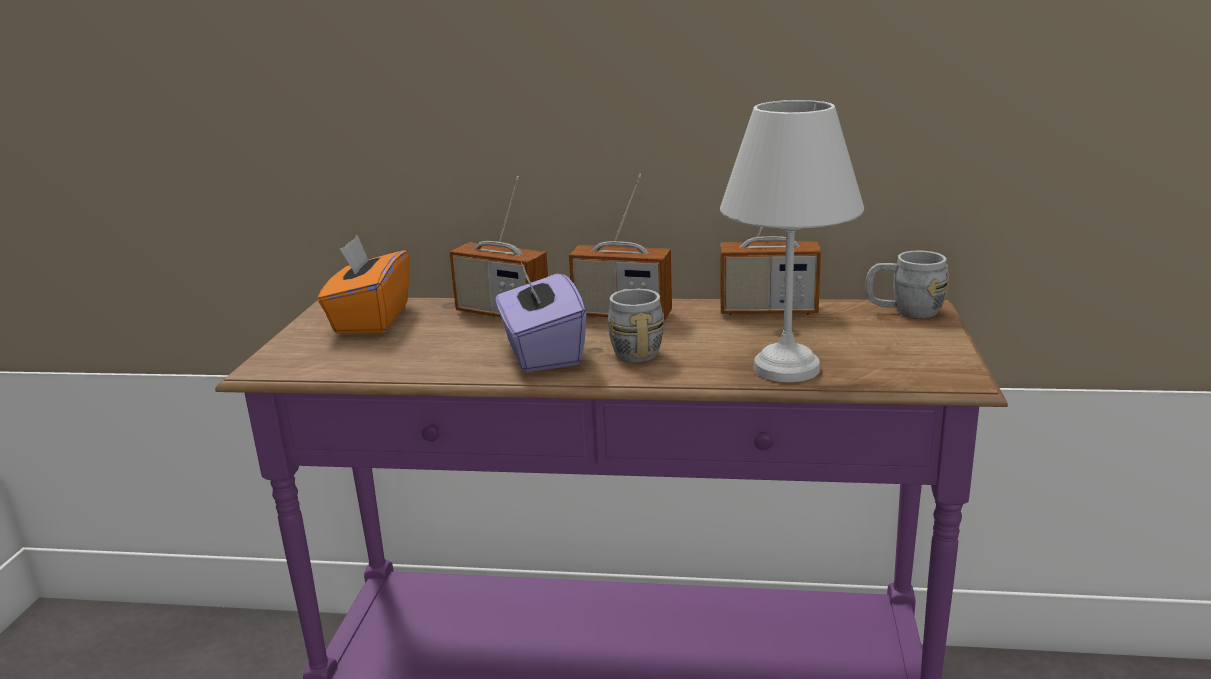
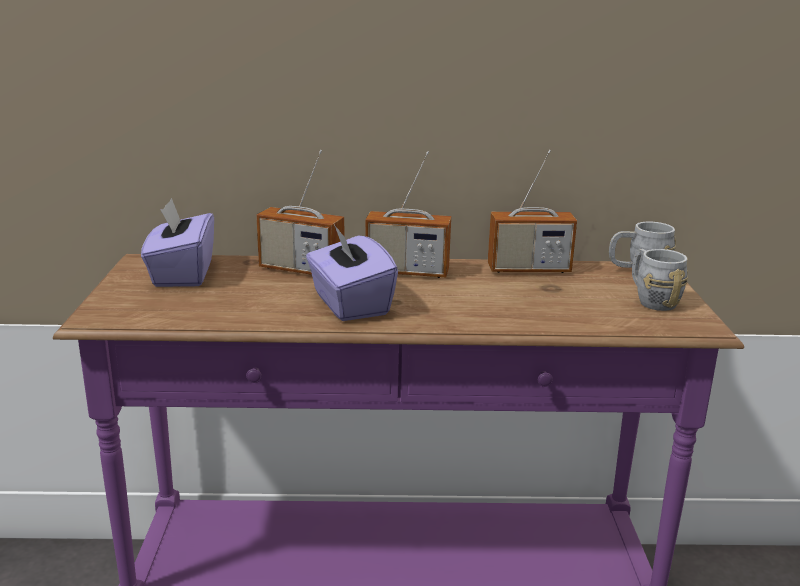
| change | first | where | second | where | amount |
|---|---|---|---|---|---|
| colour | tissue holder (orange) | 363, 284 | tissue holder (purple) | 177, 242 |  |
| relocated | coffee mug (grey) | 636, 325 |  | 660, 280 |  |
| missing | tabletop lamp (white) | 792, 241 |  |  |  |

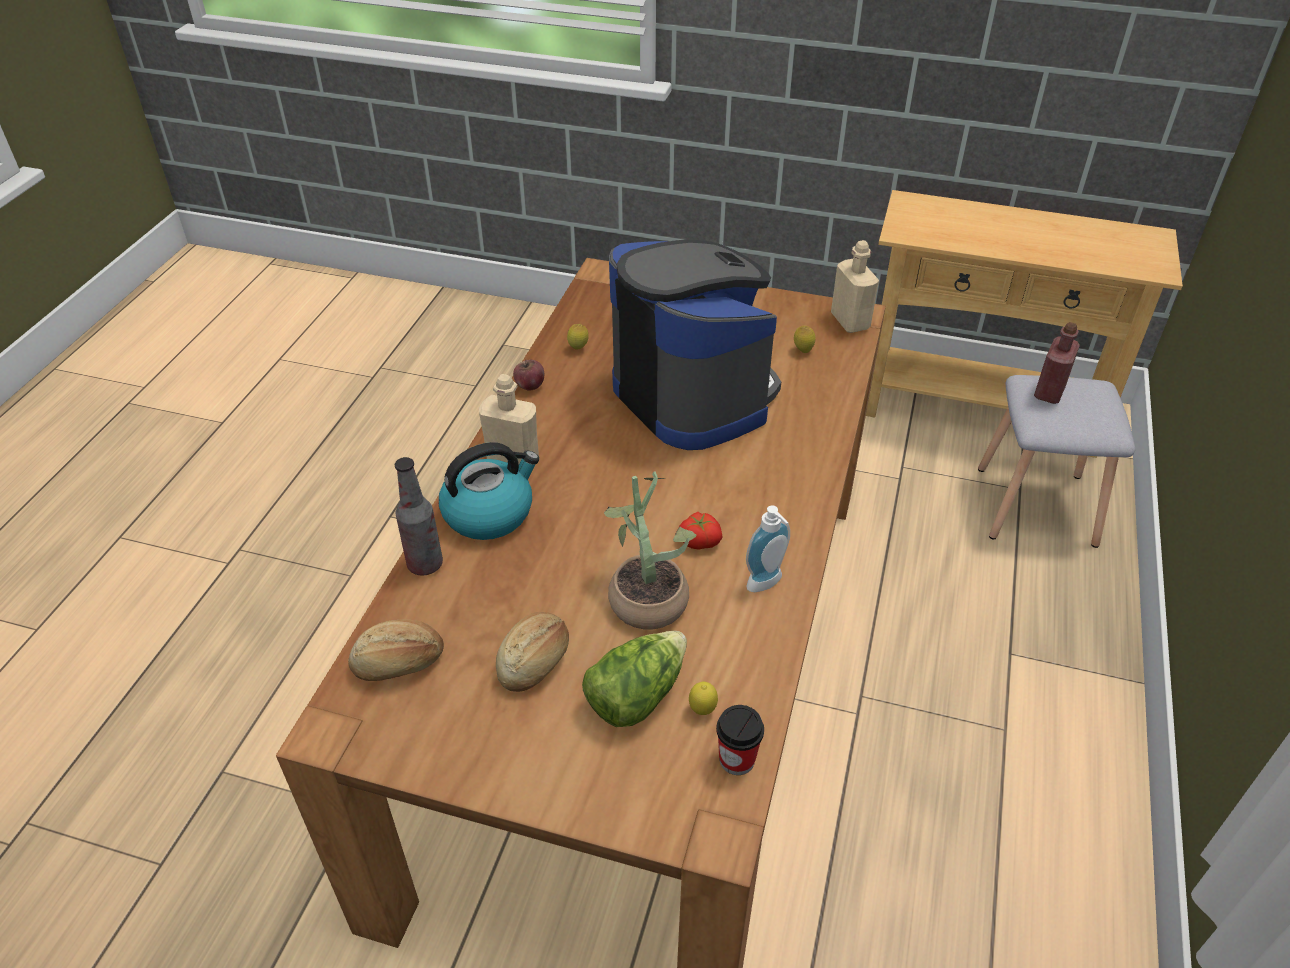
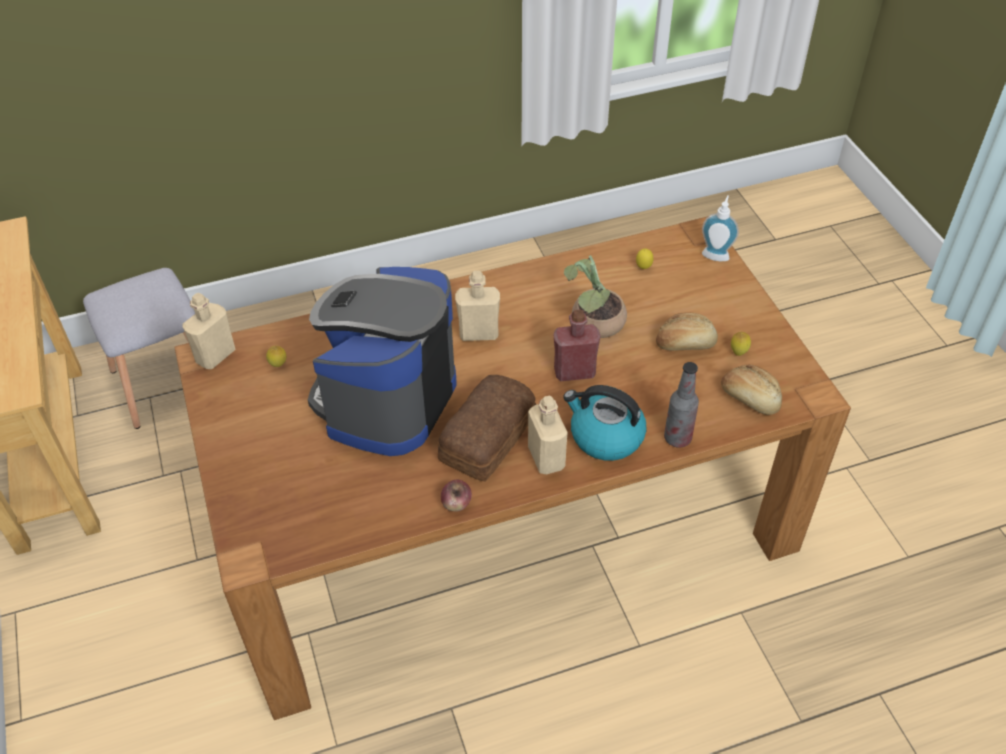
| change | first | where | second | where | amount |
|---|---|---|---|---|---|
| relocated | lemon | 578, 337 |  | 741, 344 |  |
| missing | lettuce | 634, 679 |  |  |  |
| missing | tomato | 701, 531 |  |  |  |
| missing | cup | 740, 740 |  |  |  |
| relocated | soap bottle | 768, 548 |  | 720, 228 |  |
| relocated | bottle (reddish) | 1057, 363 |  | 576, 345 |  |
| appeared |  |  | baked bread | 487, 428 |  |
| appeared |  |  | bottle (beige-coloured) | 477, 306 |  |

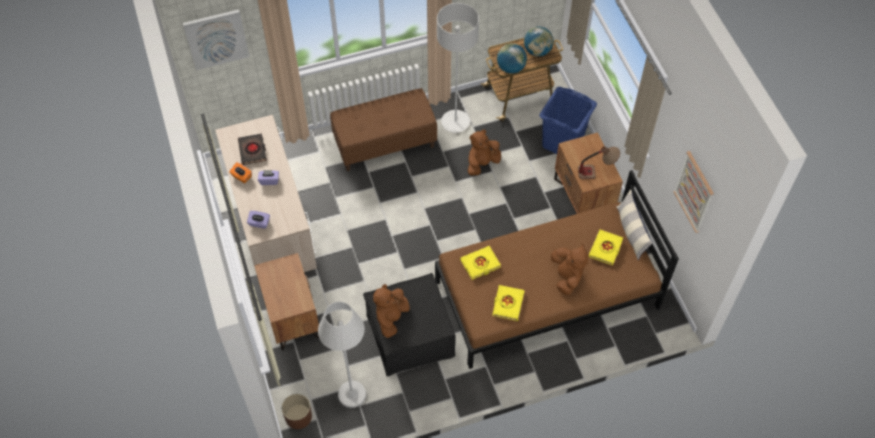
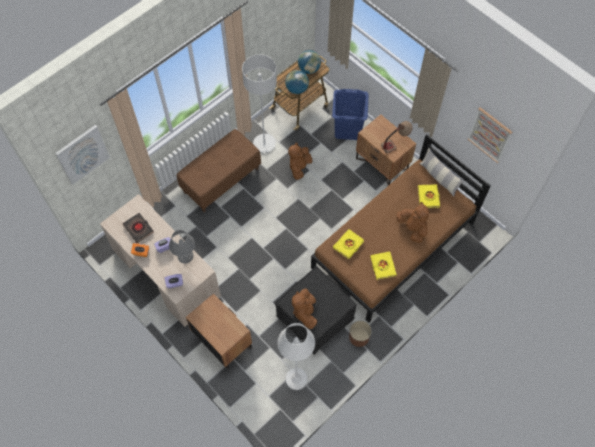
| change | first | where | second | where | amount |
|---|---|---|---|---|---|
| relocated | planter (brown-coloured) | 297, 411 |  | 360, 334 |  |
| appeared |  |  | tabletop lamp (grey) | 182, 246 |  |

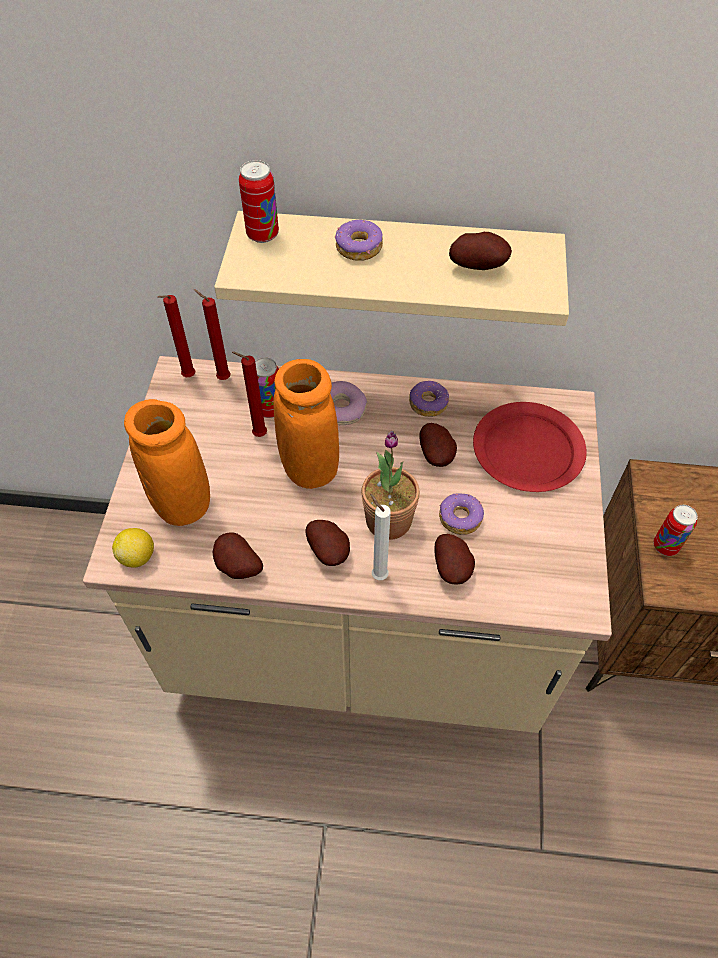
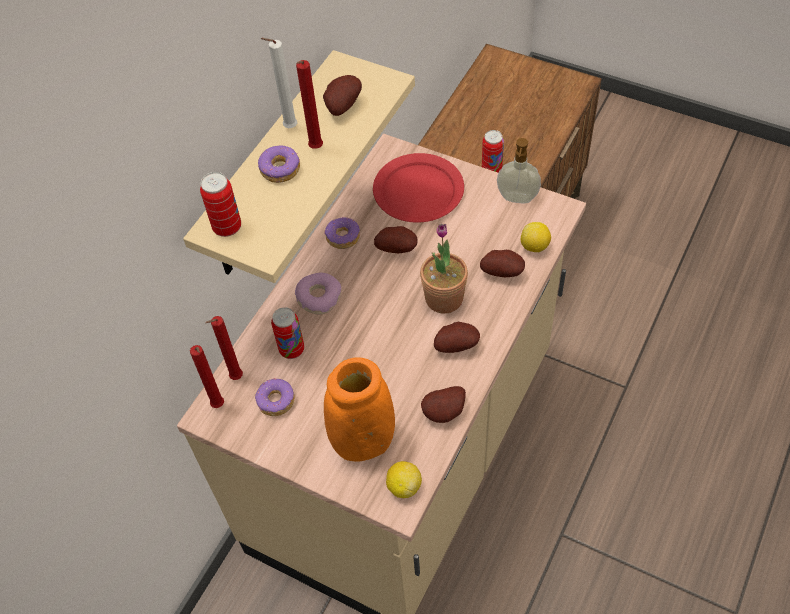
| change | first | where | second | where | amount |
|---|---|---|---|---|---|
| relocated | wax light (reddish) | 249, 394 |  | 309, 104 |  |
| missing | decorative vase (orange) | 306, 424 |  |  |  |
| relocated | wax light (white) | 380, 537 |  | 279, 83 |  |
| relocated | doughnut | 461, 514 |  | 274, 397 |  |
| appeared |  |  | soap bottle | 519, 170 |  |
| appeared |  |  | lemon | 536, 237 |  |

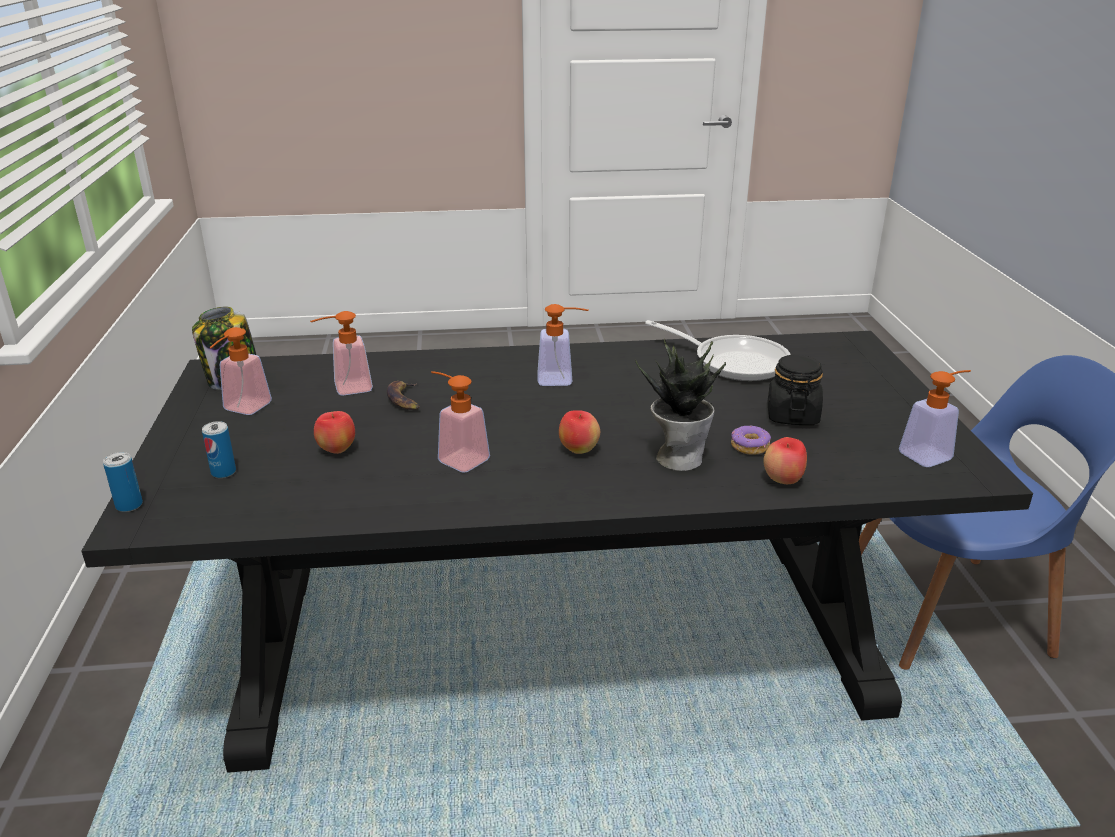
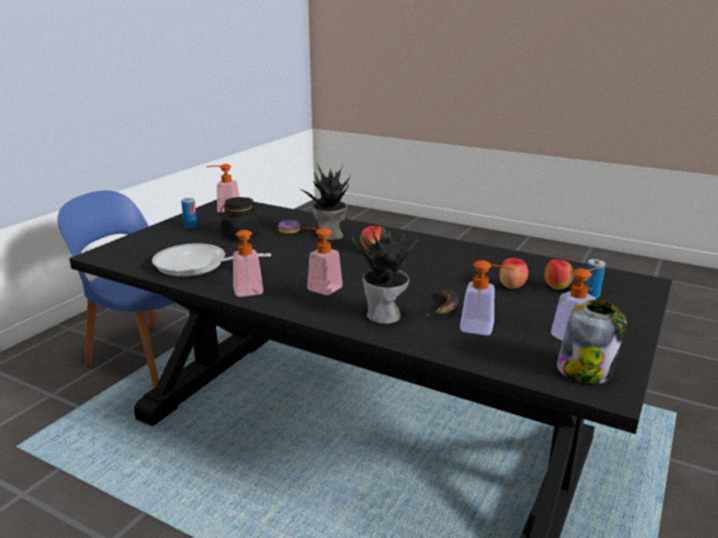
| change | first | where | second | where | amount |
|---|---|---|---|---|---|
| relocated | metal can | 123, 482 |  | 189, 213 |  |
| relocated | soap bottle | 460, 422 |  | 248, 263 |  |
| spun | pan | 718, 350 |  | 211, 260 | 60 degrees counterclockwise |
| relocated | apple fruit | 785, 460 |  | 559, 274 |  |
| appeared |  |  | potted plant | 385, 272 |  |

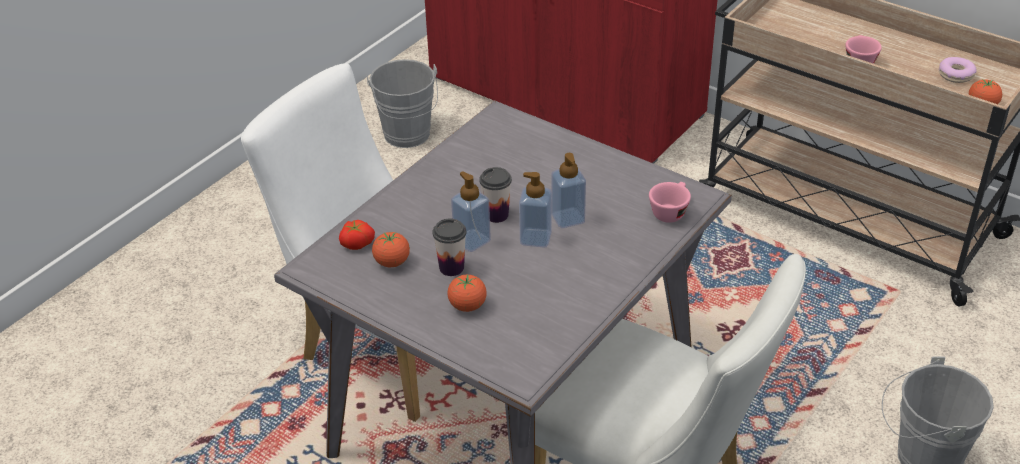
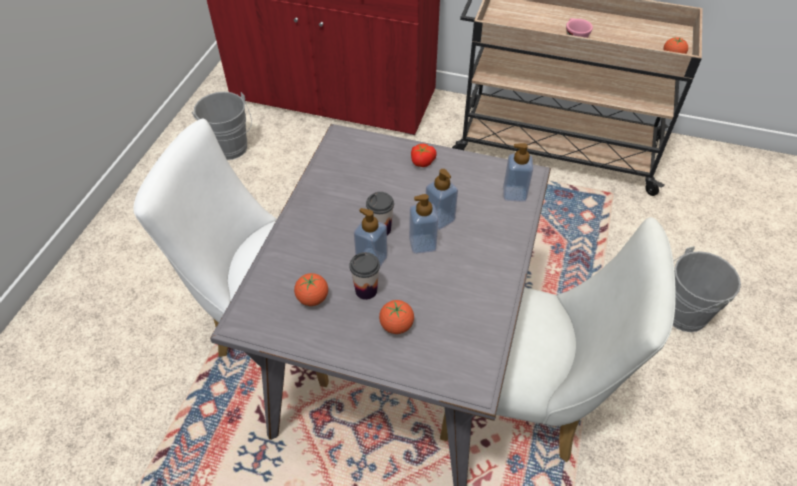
| change | first | where | second | where | amount |
|---|---|---|---|---|---|
| relocated | tomato | 357, 235 |  | 424, 155 |  |
| exchanged | cup (pinkish) | 670, 202 | soap bottle | 518, 172 |  |
| missing | doughnut | 958, 70 |  |  |  |

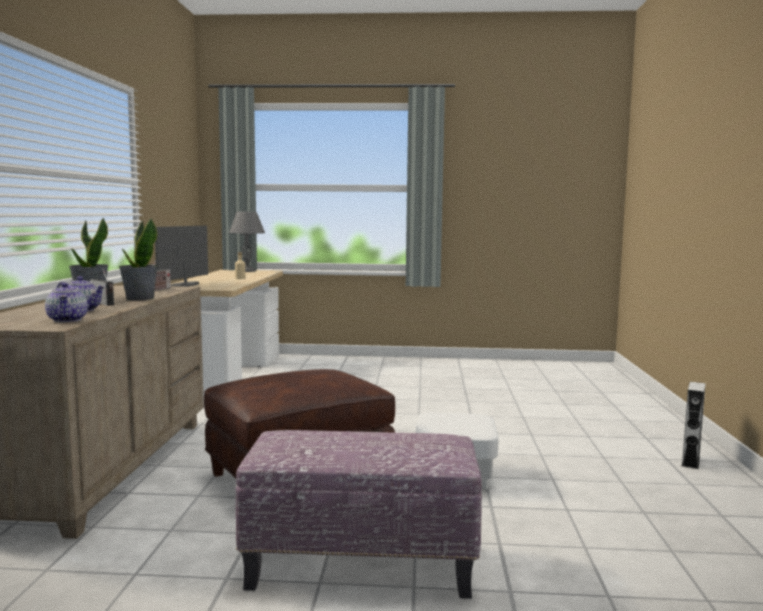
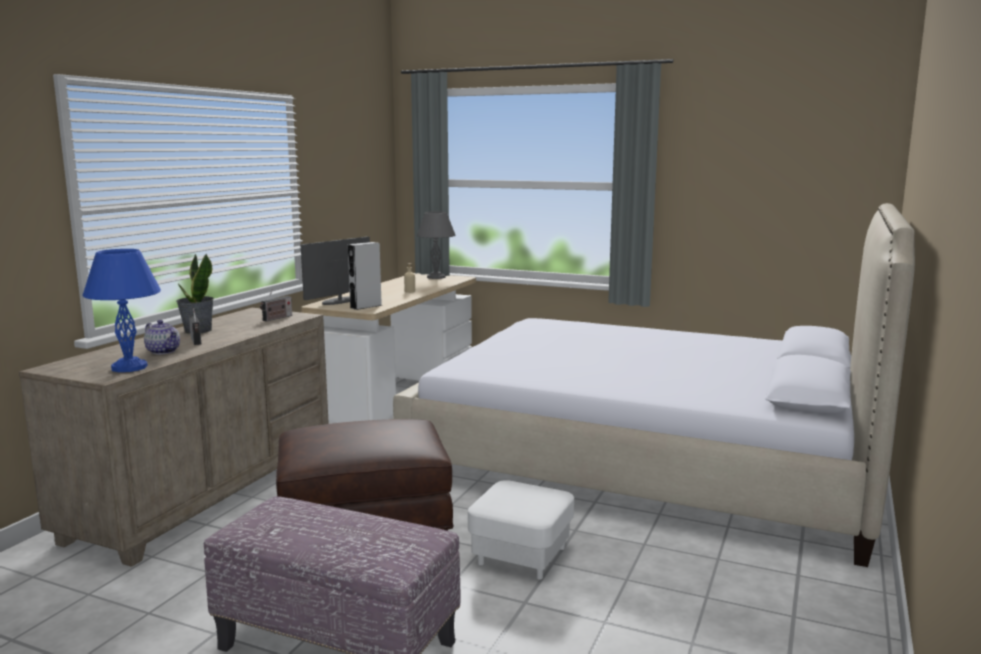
| change | first | where | second | where | amount |
|---|---|---|---|---|---|
| exchanged | teapot | 66, 302 | tabletop lamp (blue-coloured) | 122, 310 |  |
| missing | potted plant | 138, 259 |  |  |  |
| relocated | audio speaker (grey) | 694, 425 |  | 365, 276 |  |
| appeared |  |  | sleeping bed | 654, 385 |  |

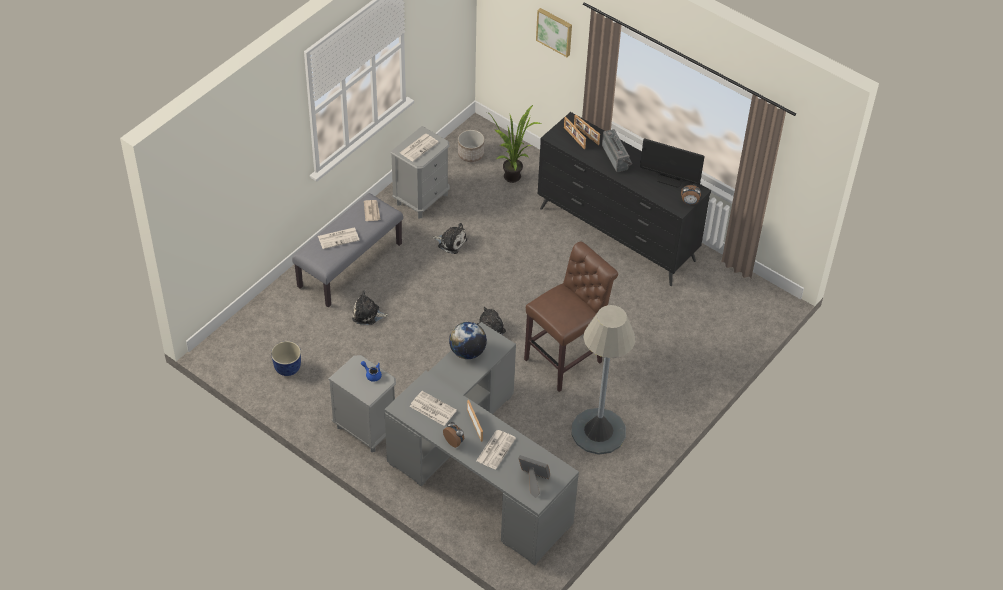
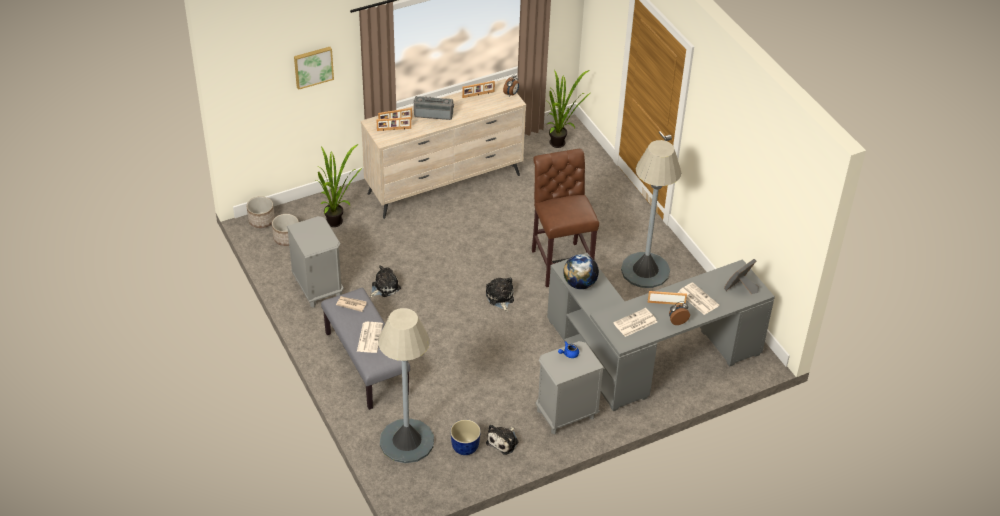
| change | first | where | second | where | amount |
|---|---|---|---|---|---|
| relocated | plush toy | 370, 308 |  | 502, 440 |  |
| missing | daily paper | 419, 147 |  |  |  |
| colour | drawer chest (black-coloured) | 624, 199 | drawer chest (beige-coloured) | 443, 149 |  |
| exchanged | computer display | 672, 163 | photo frame | 478, 89 |  |
| appeared |  |  | planter | 261, 212 |  |
| appeared |  |  | standard lamp (grey) | 406, 385 |  |
| appeared |  |  | potted plant | 567, 109 |  |

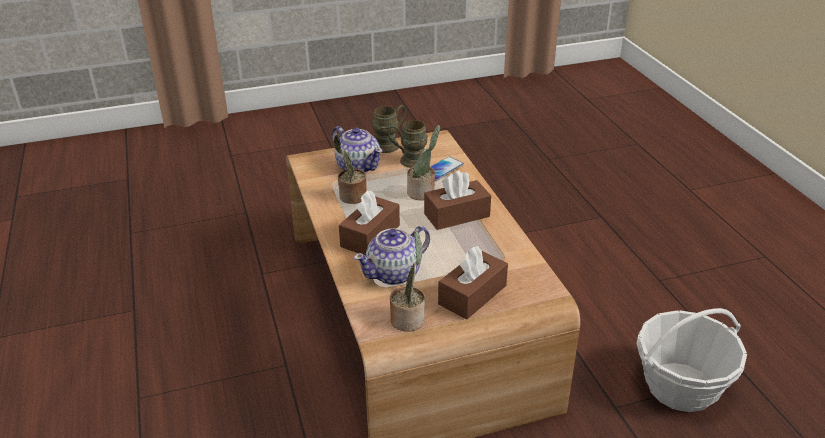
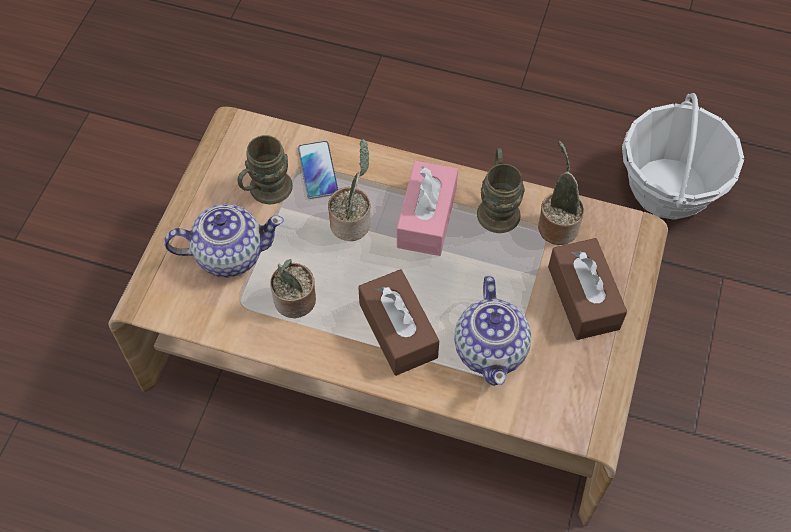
| change | first | where | second | where | amount |
|---|---|---|---|---|---|
| relocated | coffee mug (brown-coloured) | 388, 129 |  | 501, 190 |  |
| relocated | potted plant | 407, 281 |  | 561, 193 |  |
| colour | tissue holder (brown-coloured) | 457, 200 | tissue holder (pinkish) | 427, 208 |  |

